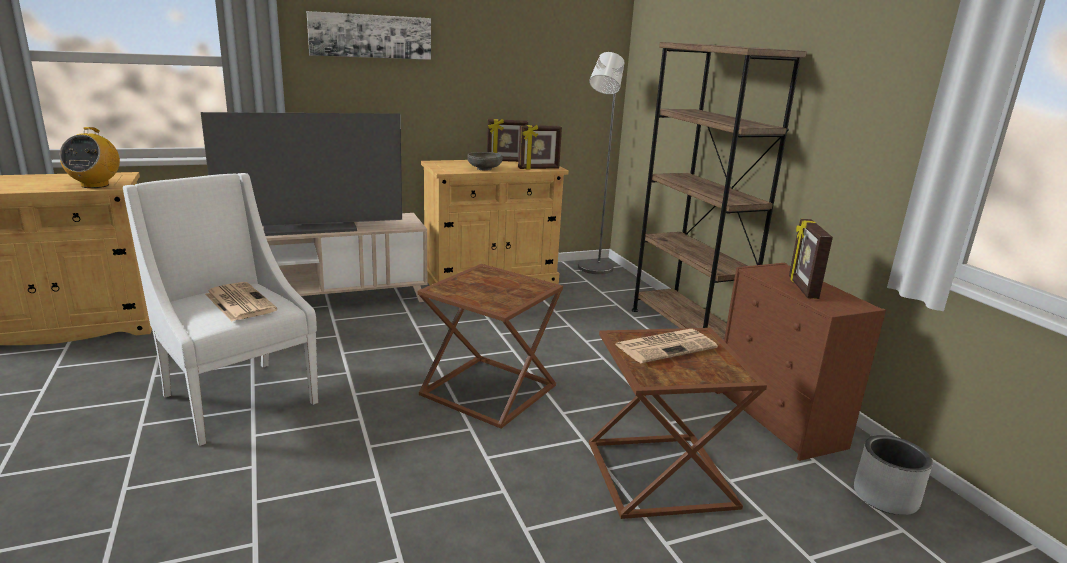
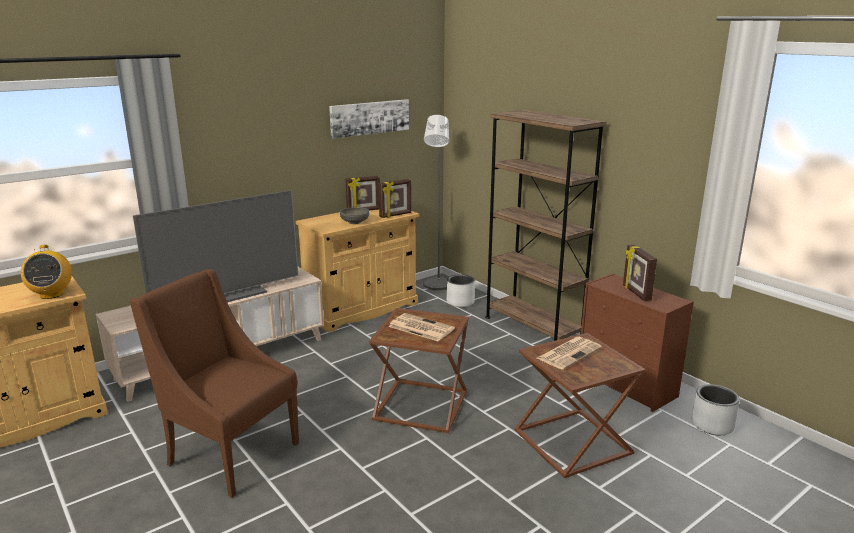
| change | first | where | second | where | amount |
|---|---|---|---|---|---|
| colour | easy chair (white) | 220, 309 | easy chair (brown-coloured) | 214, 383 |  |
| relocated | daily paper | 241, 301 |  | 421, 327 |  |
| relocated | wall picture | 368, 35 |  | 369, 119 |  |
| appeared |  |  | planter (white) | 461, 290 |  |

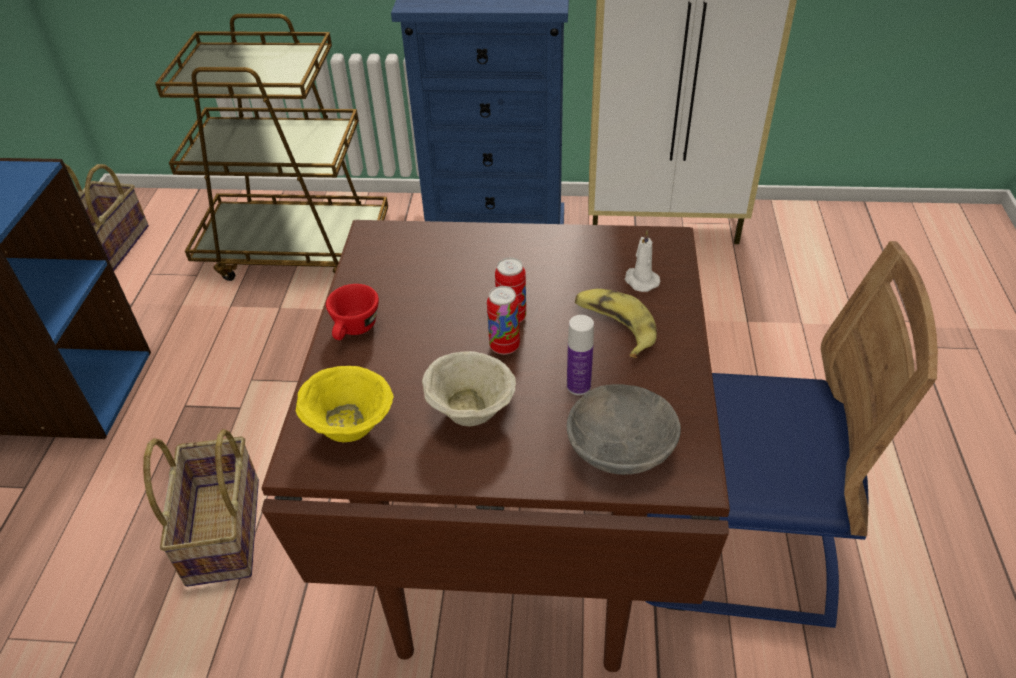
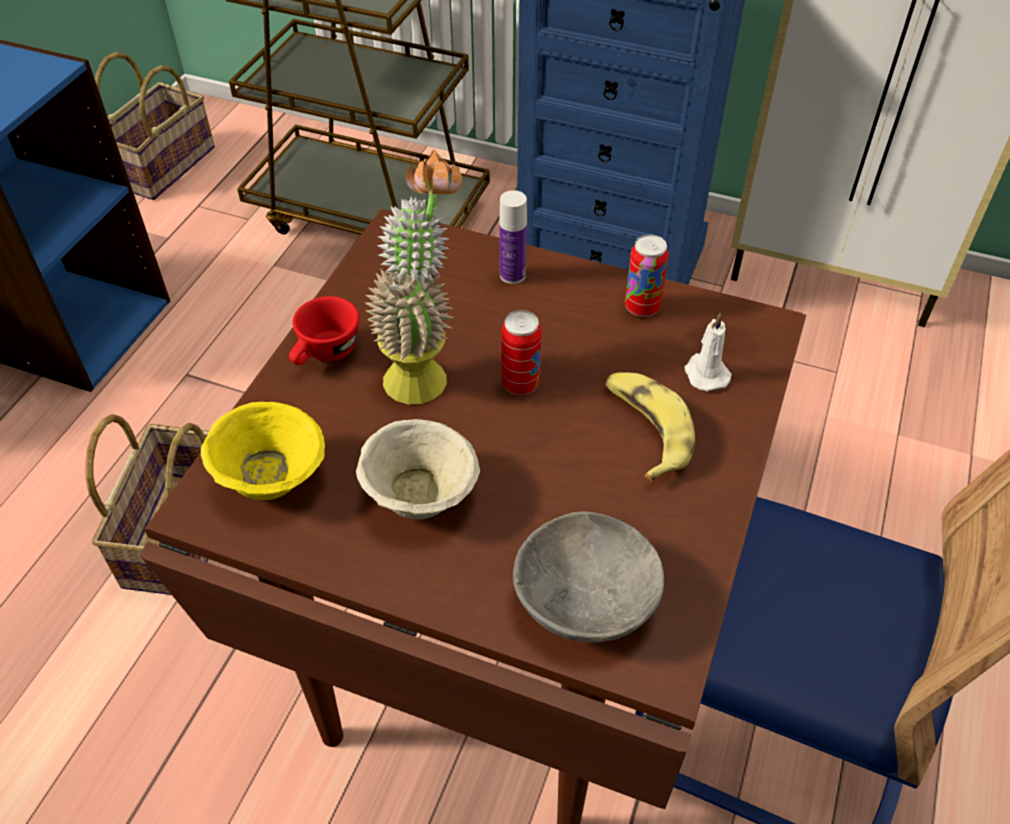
| change | first | where | second | where | amount |
|---|---|---|---|---|---|
| relocated | metal can | 503, 320 |  | 647, 276 |  |
| relocated | bottle | 580, 355 |  | 513, 237 |  |
| appeared |  |  | potted plant | 413, 276 |  |

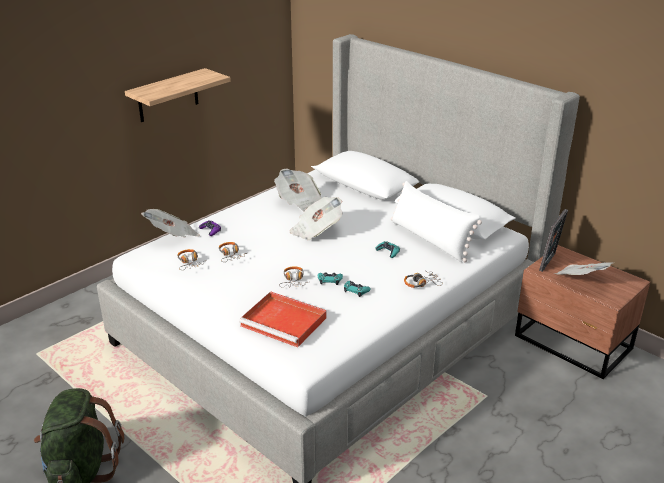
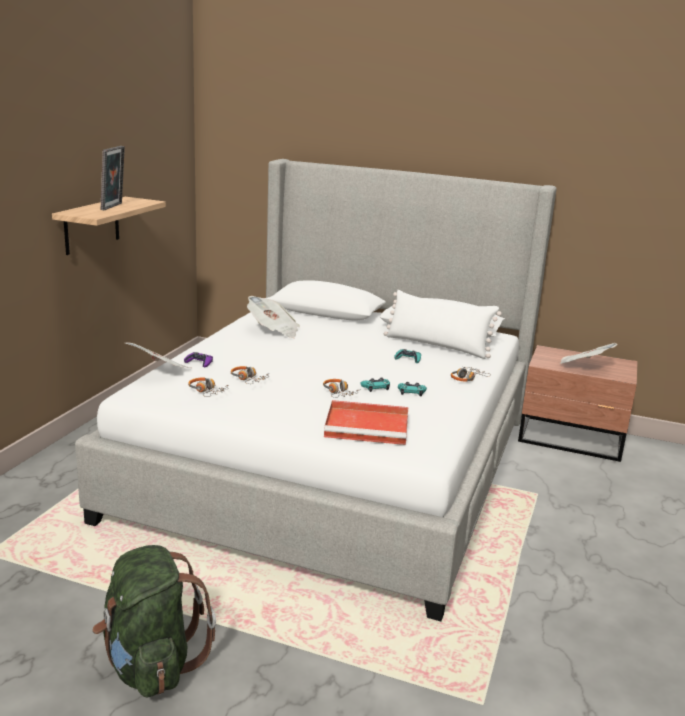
| change | first | where | second | where | amount |
|---|---|---|---|---|---|
| missing | daily paper | 316, 218 |  |  |  |
| relocated | photo frame | 553, 240 |  | 113, 178 |  |

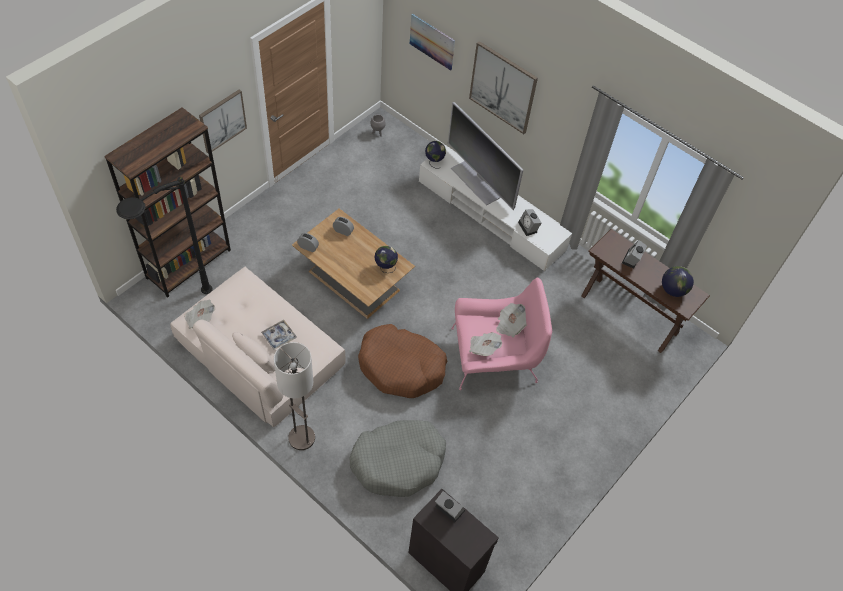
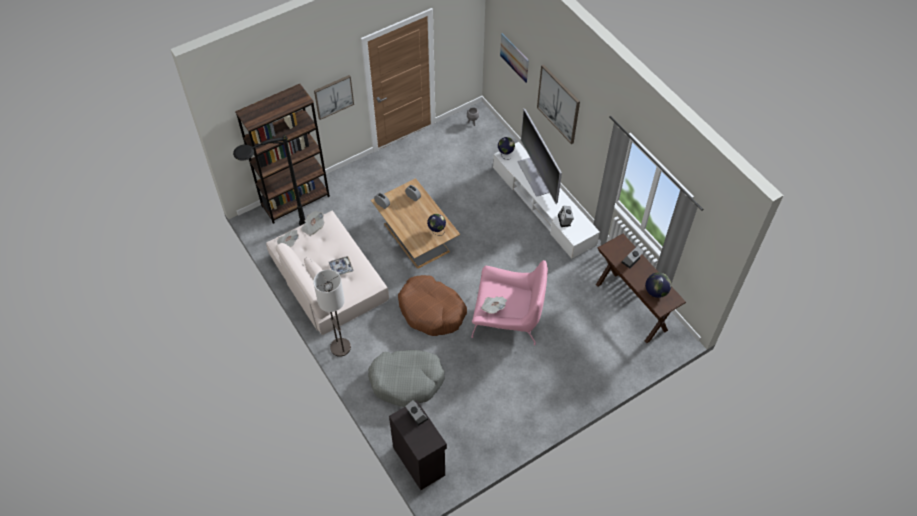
| change | first | where | second | where | amount |
|---|---|---|---|---|---|
| relocated | daily paper | 511, 320 |  | 312, 223 |  |

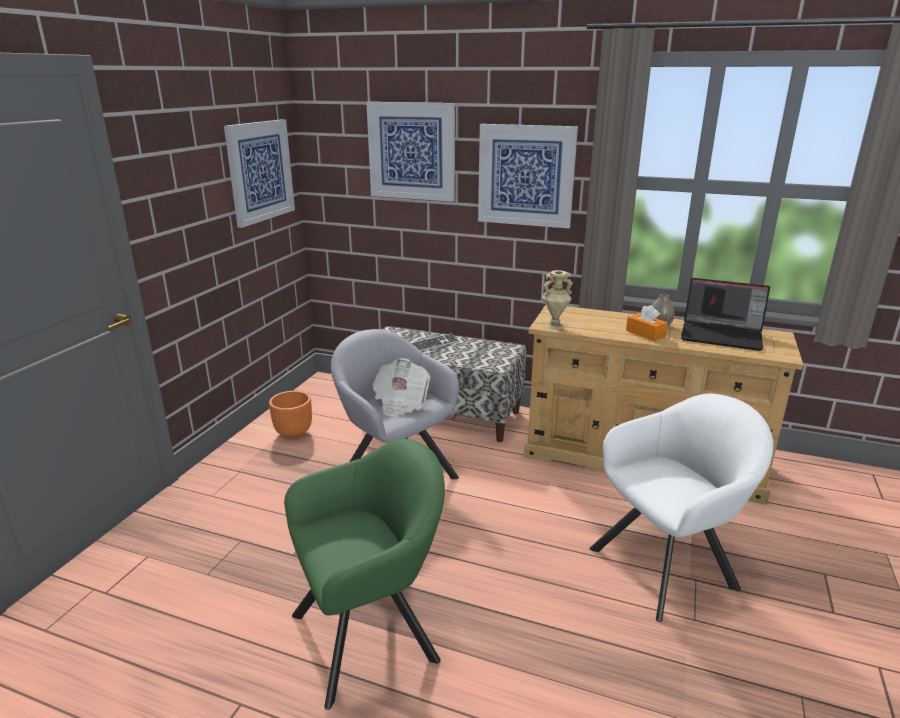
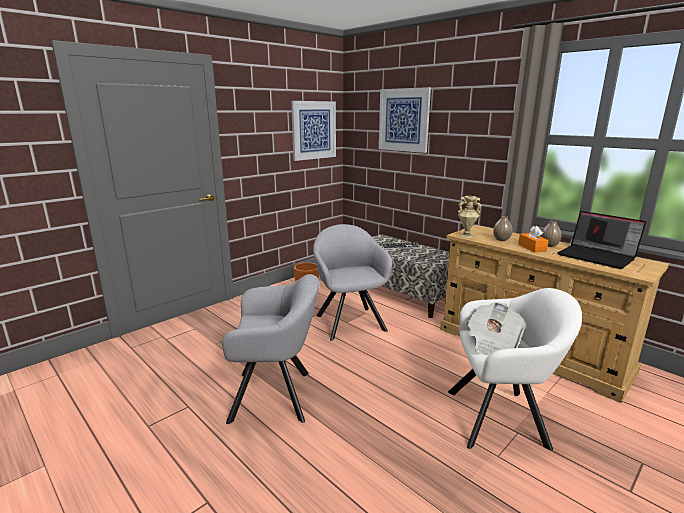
| change | first | where | second | where | amount |
|---|---|---|---|---|---|
| colour | easy chair (green-coloured) | 364, 574 | easy chair (grey) | 271, 349 |  |
| relocated | daily paper | 401, 387 |  | 497, 328 |  |
| missing | wall picture | 528, 176 |  |  |  |
| appeared |  |  | decorative vase | 503, 228 |  |

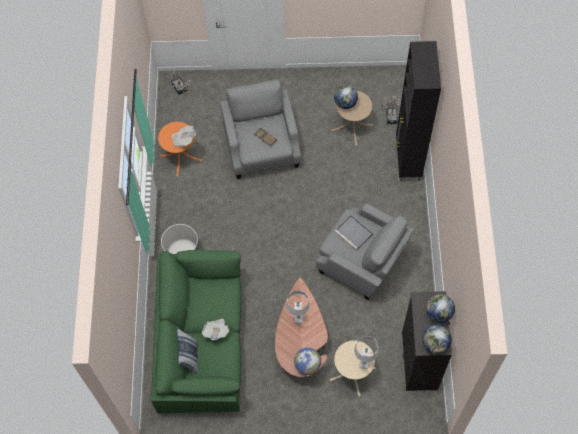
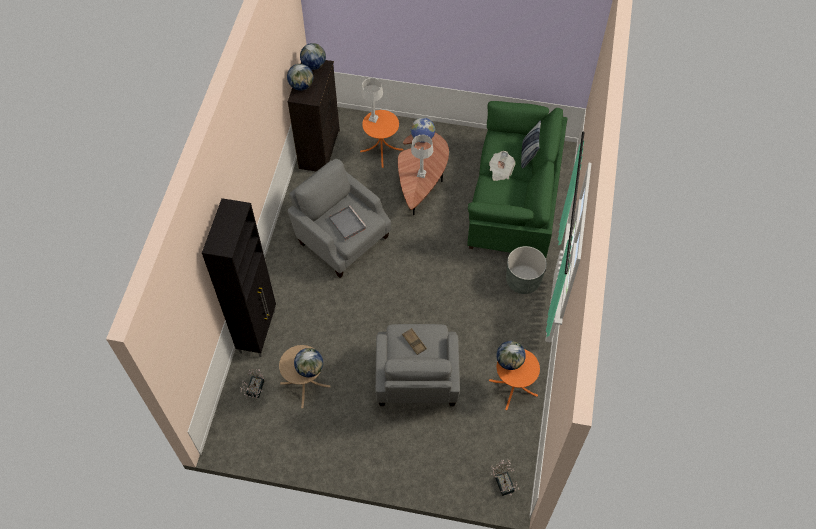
| change | first | where | second | where | amount |
|---|---|---|---|---|---|
| exchanged | daily paper | 184, 136 | globe | 511, 355 |  |
| colour | side table (beige-coloured) | 353, 368 | side table (orange) | 381, 139 |  |

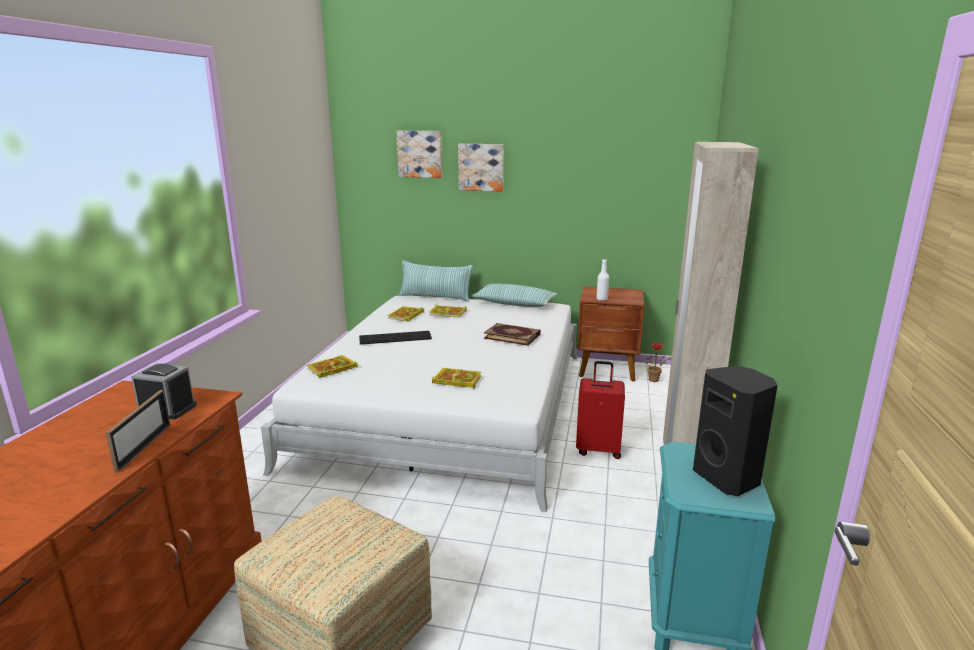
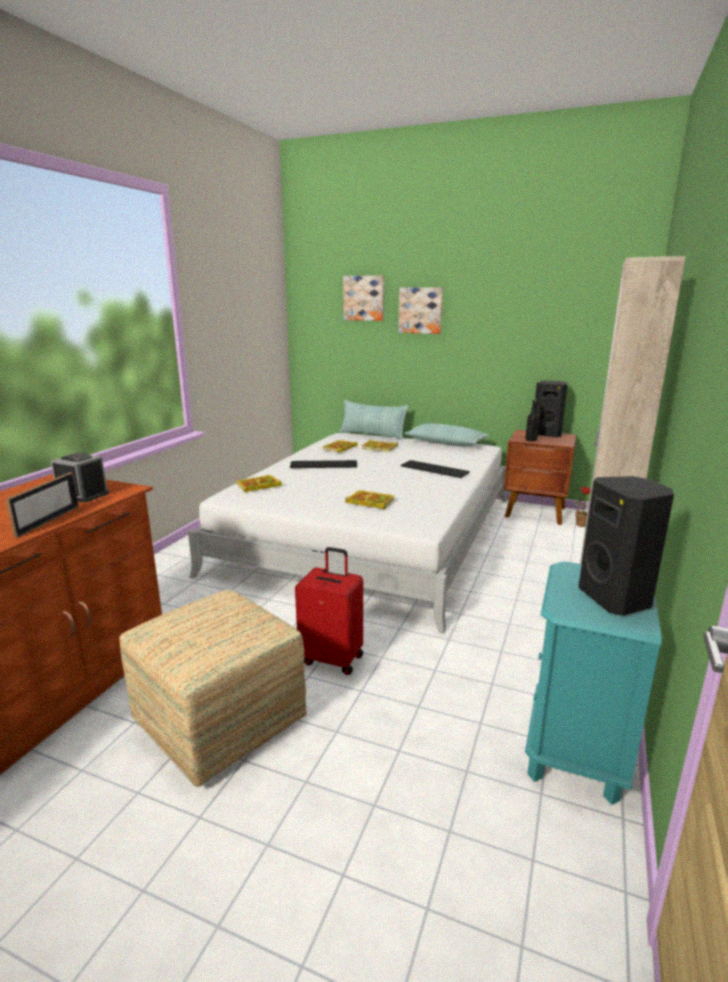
| change | first | where | second | where | amount |
|---|---|---|---|---|---|
| exchanged | volume | 512, 334 | PC keyboard | 435, 469 |  |
| relocated | suitcase (reddish) | 600, 410 |  | 329, 611 |  |
| colour | bottle (white) | 602, 280 | bottle (black-coloured) | 532, 421 |  |
| appeared |  |  | audio speaker (black-coloured) | 551, 409 |  |

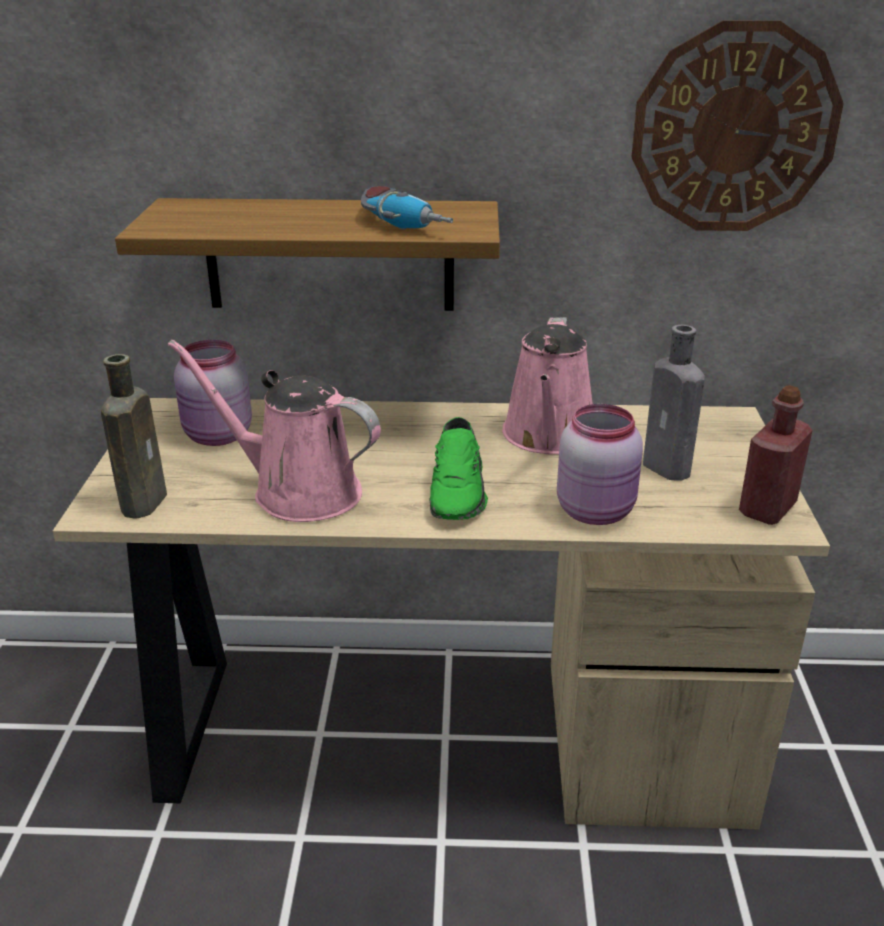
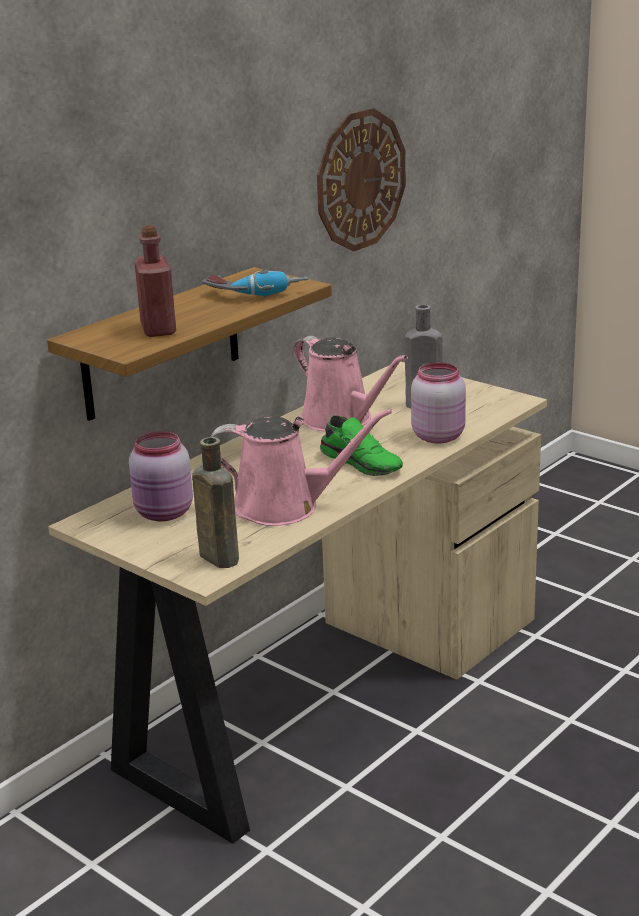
| change | first | where | second | where | amount |
|---|---|---|---|---|---|
| spun | watering can (pinkish) | 274, 431 |  | 301, 467 | 150 degrees counterclockwise |
| relocated | bottle (reddish) | 776, 455 |  | 155, 281 |  |

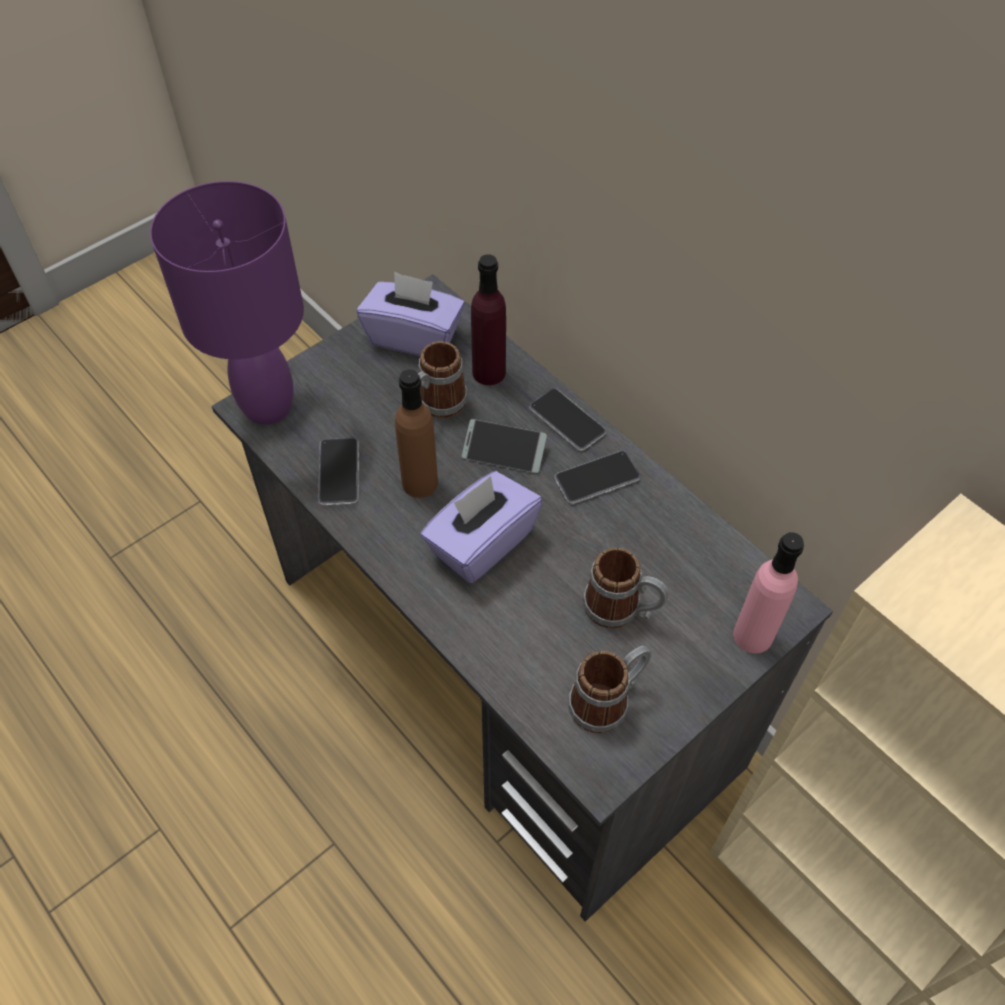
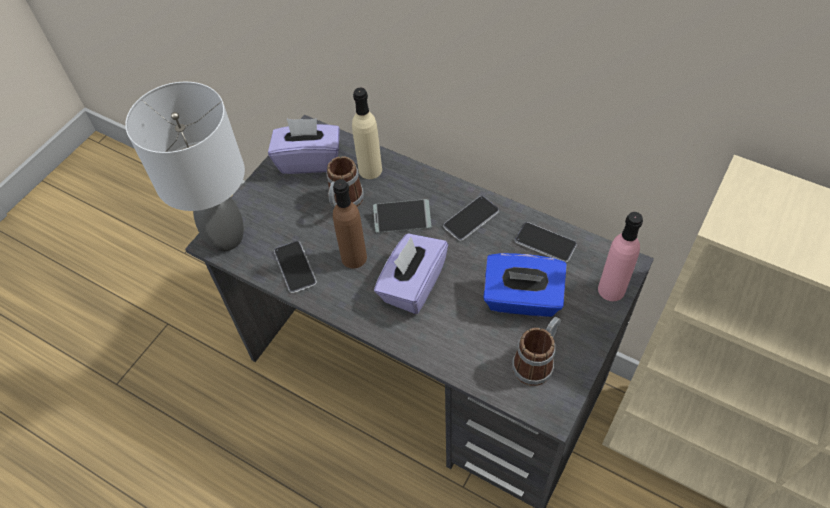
| change | first | where | second | where | amount |
|---|---|---|---|---|---|
| colour | tabletop lamp (purple) | 227, 303 | tabletop lamp (grey) | 185, 166 |  |
| colour | bottle (purple) | 488, 319 | bottle (beige-coloured) | 367, 133 |  |
| relocated | telephone | 567, 419 |  | 546, 242 |  |
| exchanged | coffee mug | 625, 588 | tissue holder (blue-coloured) | 525, 285 |  |

